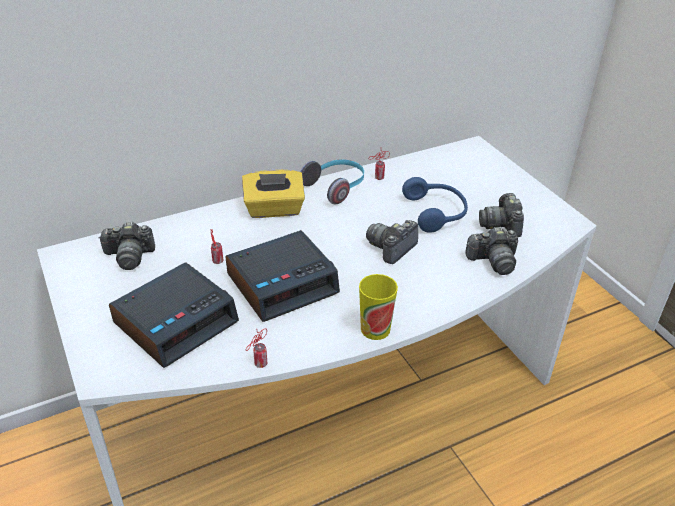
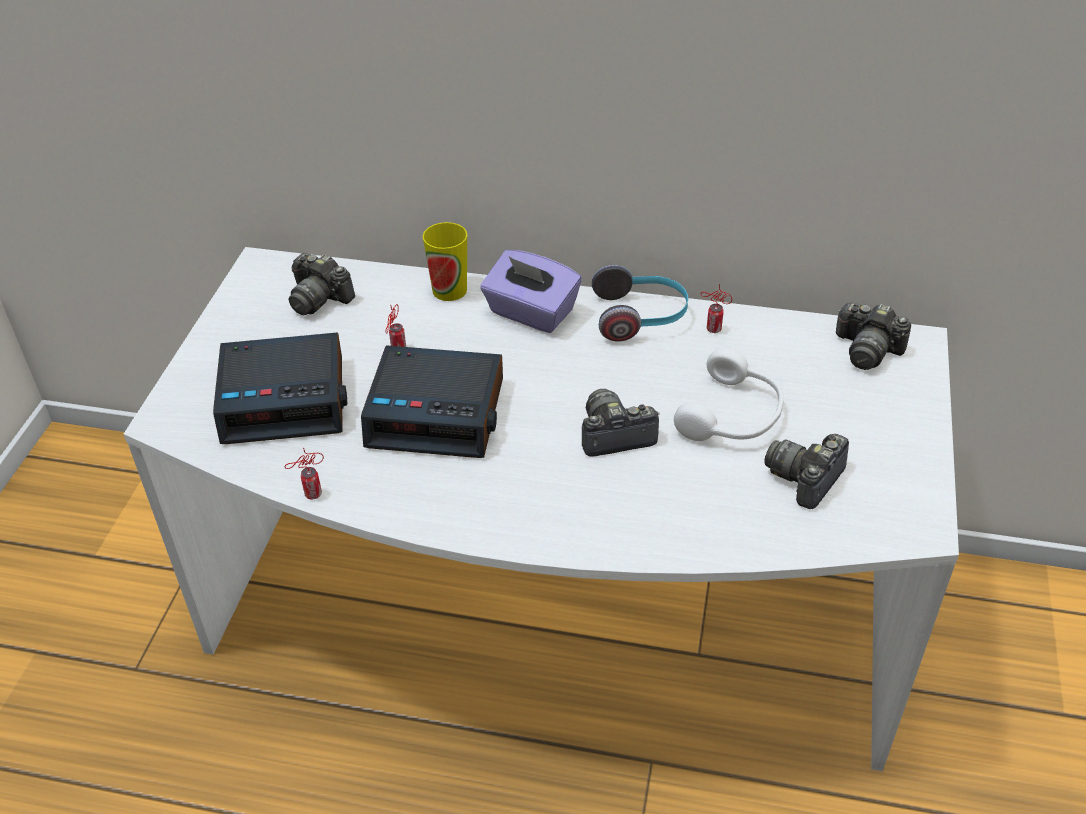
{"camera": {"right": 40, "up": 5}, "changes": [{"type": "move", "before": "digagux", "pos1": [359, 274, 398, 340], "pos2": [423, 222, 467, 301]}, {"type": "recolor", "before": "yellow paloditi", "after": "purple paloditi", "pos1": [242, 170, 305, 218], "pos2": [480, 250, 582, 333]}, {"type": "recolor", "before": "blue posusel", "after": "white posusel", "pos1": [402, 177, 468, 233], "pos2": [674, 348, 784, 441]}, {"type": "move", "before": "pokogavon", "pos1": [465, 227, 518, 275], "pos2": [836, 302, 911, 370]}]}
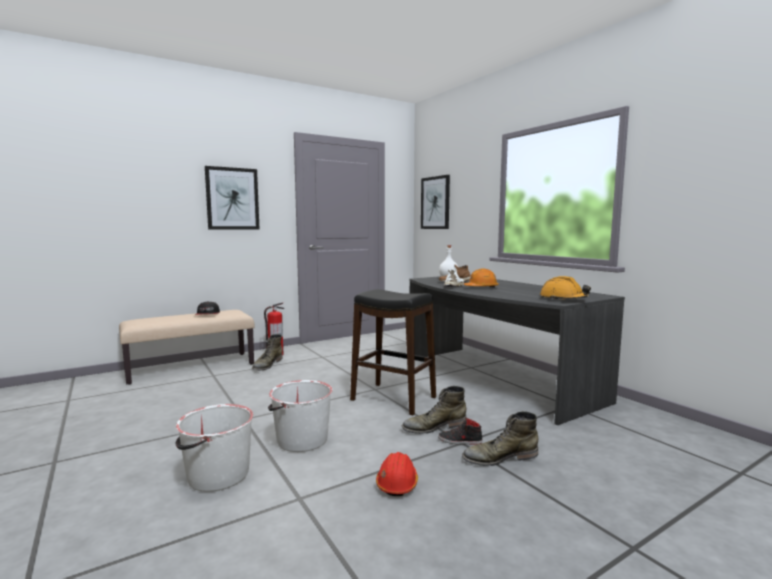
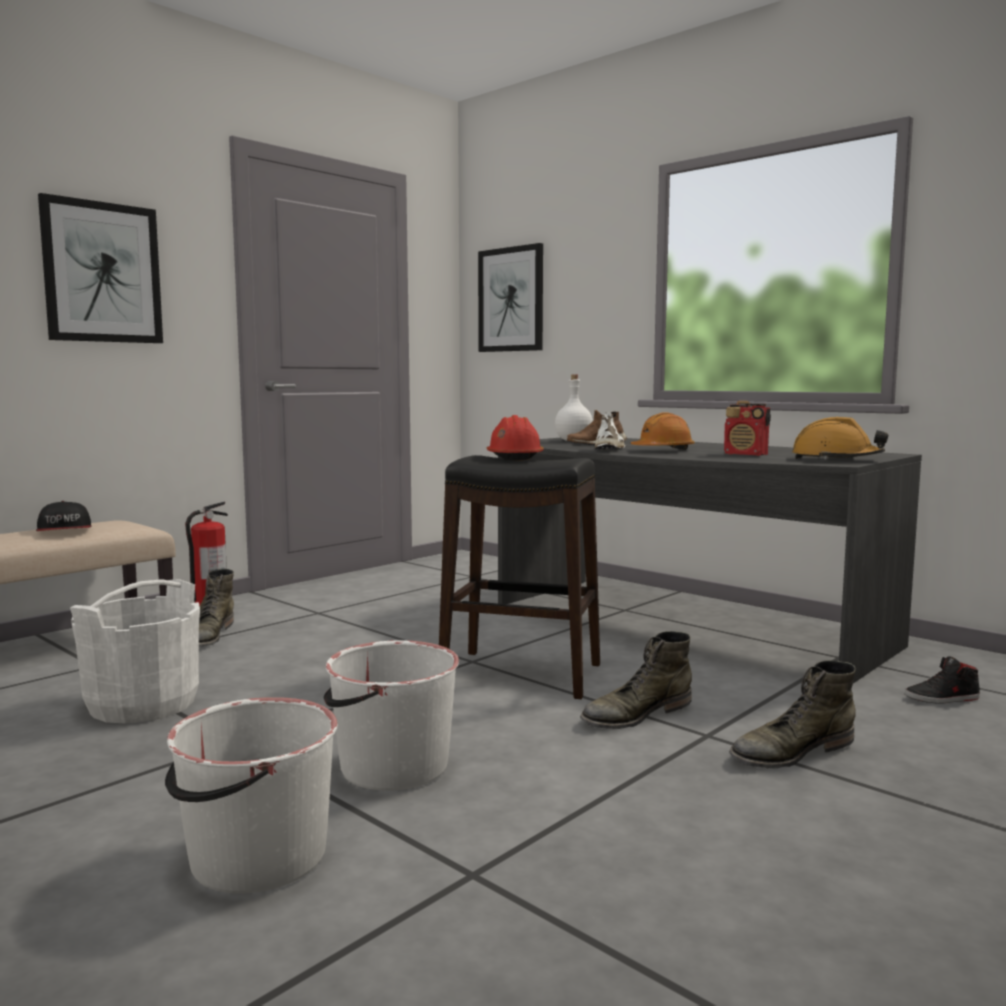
{"camera": {"right": -15, "up": 0}, "changes": [{"type": "insert", "after": "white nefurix", "pos2": [70, 579, 200, 724]}, {"type": "move", "before": "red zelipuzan", "pos1": [376, 452, 418, 496], "pos2": [486, 415, 544, 461]}, {"type": "insert", "after": "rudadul", "pos2": [724, 401, 771, 456]}, {"type": "move", "before": "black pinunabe", "pos1": [438, 417, 482, 445], "pos2": [905, 656, 980, 704]}]}
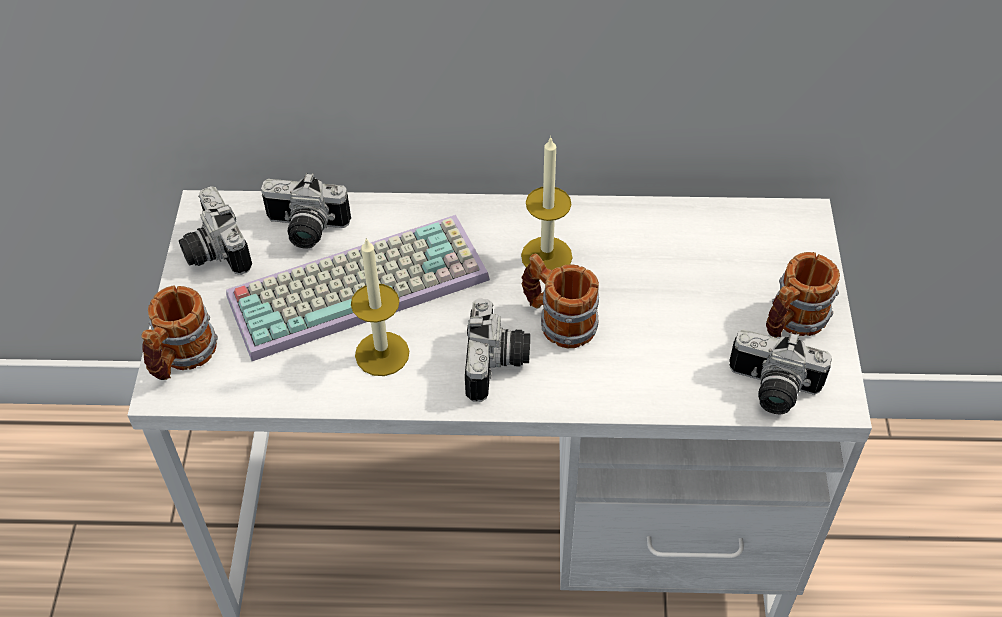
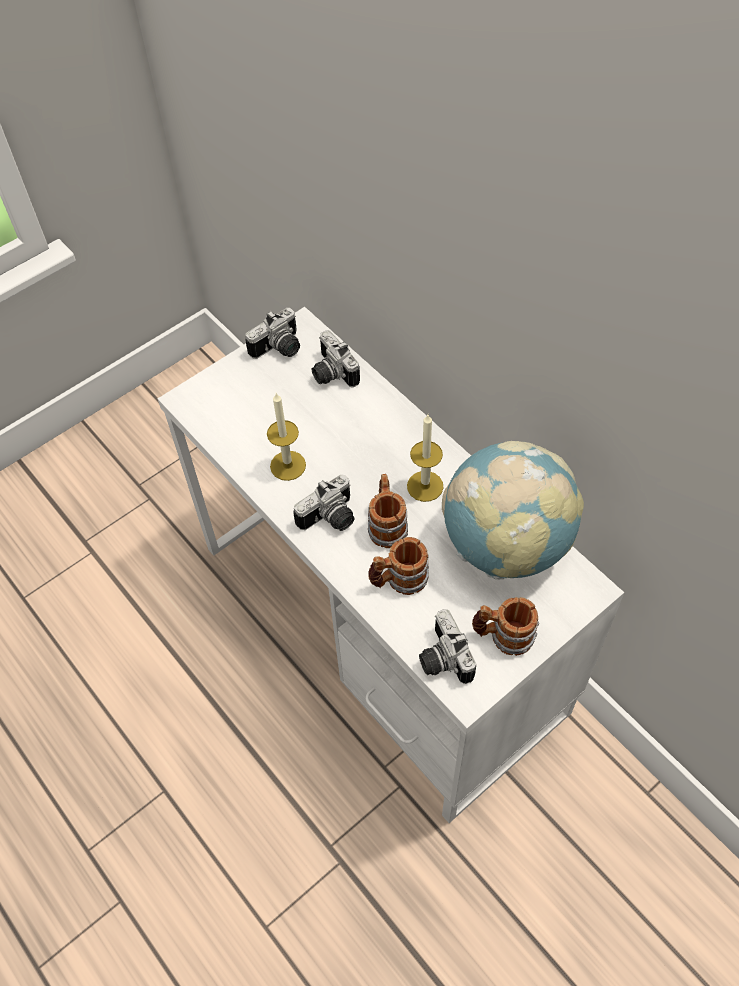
{"camera": {"right": 50, "up": 5}, "changes": [{"type": "rotate", "before": "pokogavon", "pos1": [179, 186, 252, 275], "pos2": [245, 308, 300, 359], "turn": -150}, {"type": "move", "before": "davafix", "pos1": [141, 285, 218, 380], "pos2": [368, 537, 429, 595]}, {"type": "insert", "after": "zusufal", "pos2": [442, 441, 584, 579]}, {"type": "delete", "before": "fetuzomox", "pos1": [226, 215, 490, 361]}]}
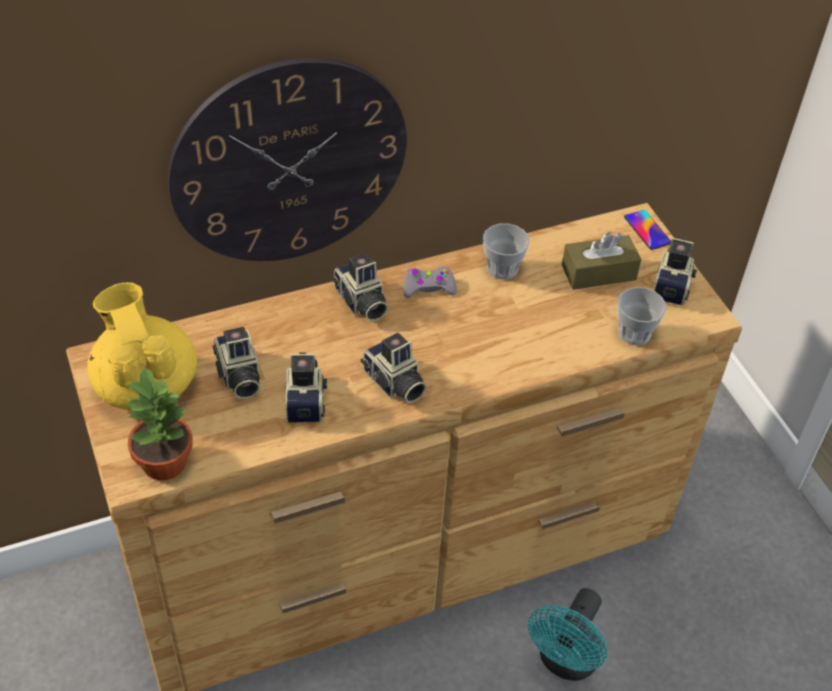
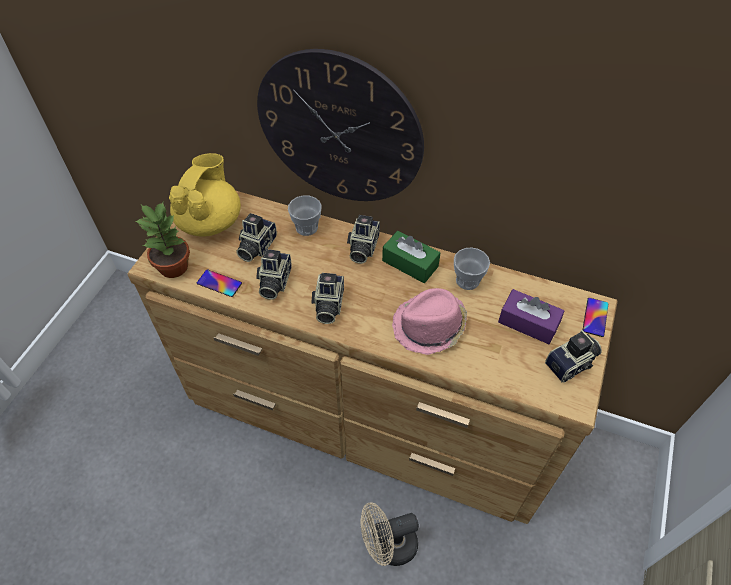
{"camera": {"right": 45, "up": 5}, "changes": [{"type": "insert", "after": "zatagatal", "pos2": [197, 269, 242, 297]}, {"type": "rotate", "before": "pokogavon", "pos1": [285, 352, 327, 423], "pos2": [256, 249, 292, 300], "turn": 150}, {"type": "move", "before": "digagux", "pos1": [617, 287, 667, 345], "pos2": [288, 196, 322, 236]}, {"type": "recolor", "before": "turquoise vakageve", "after": "beige vakageve", "pos1": [528, 588, 608, 681], "pos2": [360, 502, 419, 566]}, {"type": "replace", "before": "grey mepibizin", "after": "green paloditi", "pos1": [404, 267, 457, 298], "pos2": [382, 231, 440, 283]}, {"type": "insert", "after": "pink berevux", "pos2": [392, 288, 467, 355]}, {"type": "recolor", "before": "brown paloditi", "after": "purple paloditi", "pos1": [562, 232, 641, 290], "pos2": [498, 289, 564, 344]}]}
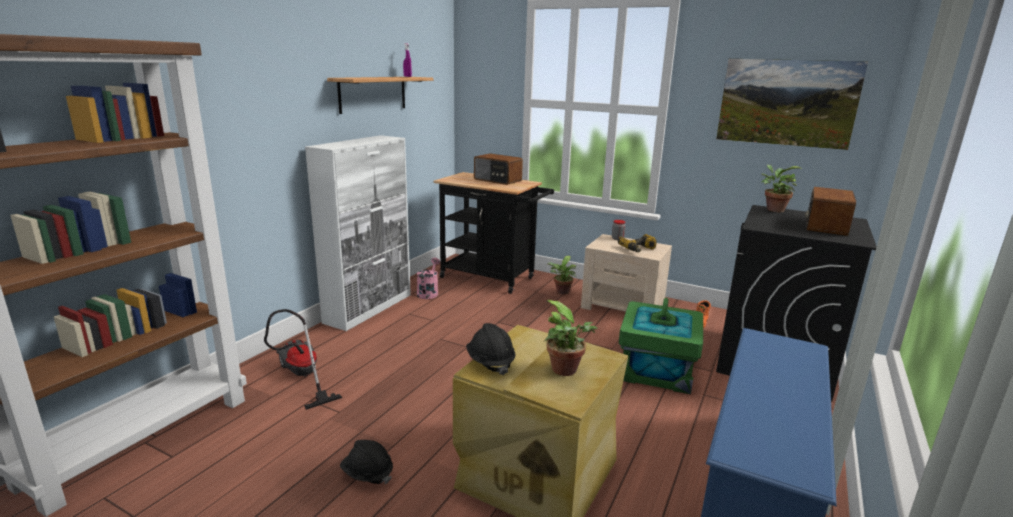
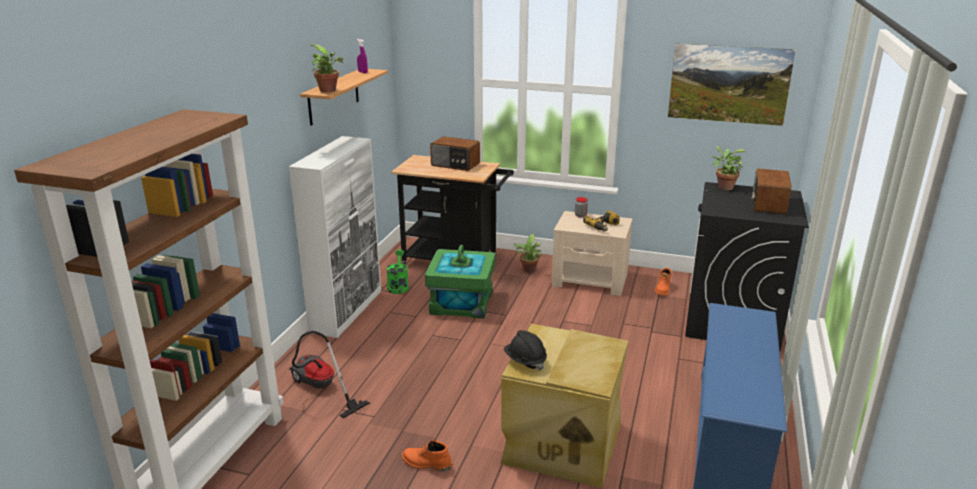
{"camera": {"right": -10, "up": 5}, "changes": [{"type": "move", "before": "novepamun", "pos1": [544, 300, 598, 376], "pos2": [310, 45, 343, 92]}, {"type": "recolor", "before": "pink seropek", "after": "green seropek", "pos1": [417, 258, 440, 299], "pos2": [387, 249, 409, 294]}, {"type": "replace", "before": "black zelipuzan", "after": "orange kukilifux", "pos1": [340, 440, 393, 484], "pos2": [402, 440, 452, 471]}, {"type": "move", "before": "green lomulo", "pos1": [619, 298, 703, 394], "pos2": [425, 245, 495, 319]}]}
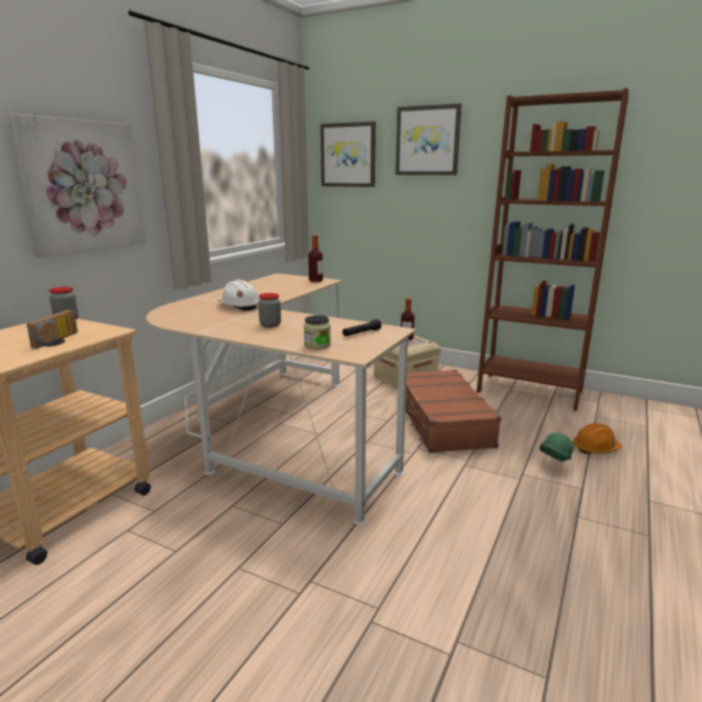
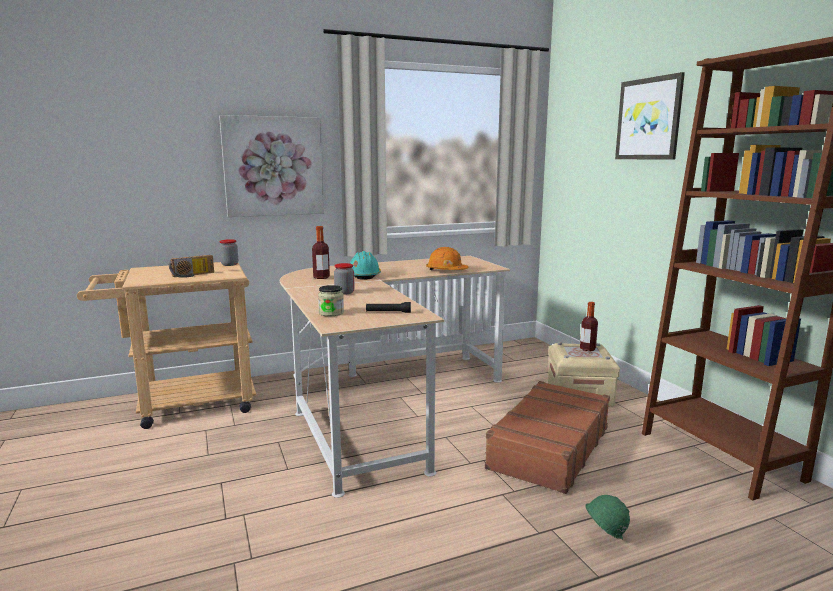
{"camera": {"right": 40, "up": -5}, "changes": [{"type": "move", "before": "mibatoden", "pos1": [308, 235, 323, 282], "pos2": [312, 226, 330, 279]}, {"type": "recolor", "before": "white zelipuzan", "after": "turquoise zelipuzan", "pos1": [217, 279, 260, 311], "pos2": [350, 251, 381, 280]}, {"type": "move", "before": "orange zelipuzan", "pos1": [573, 423, 622, 454], "pos2": [426, 247, 469, 270]}, {"type": "delete", "before": "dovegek", "pos1": [320, 121, 376, 187]}]}
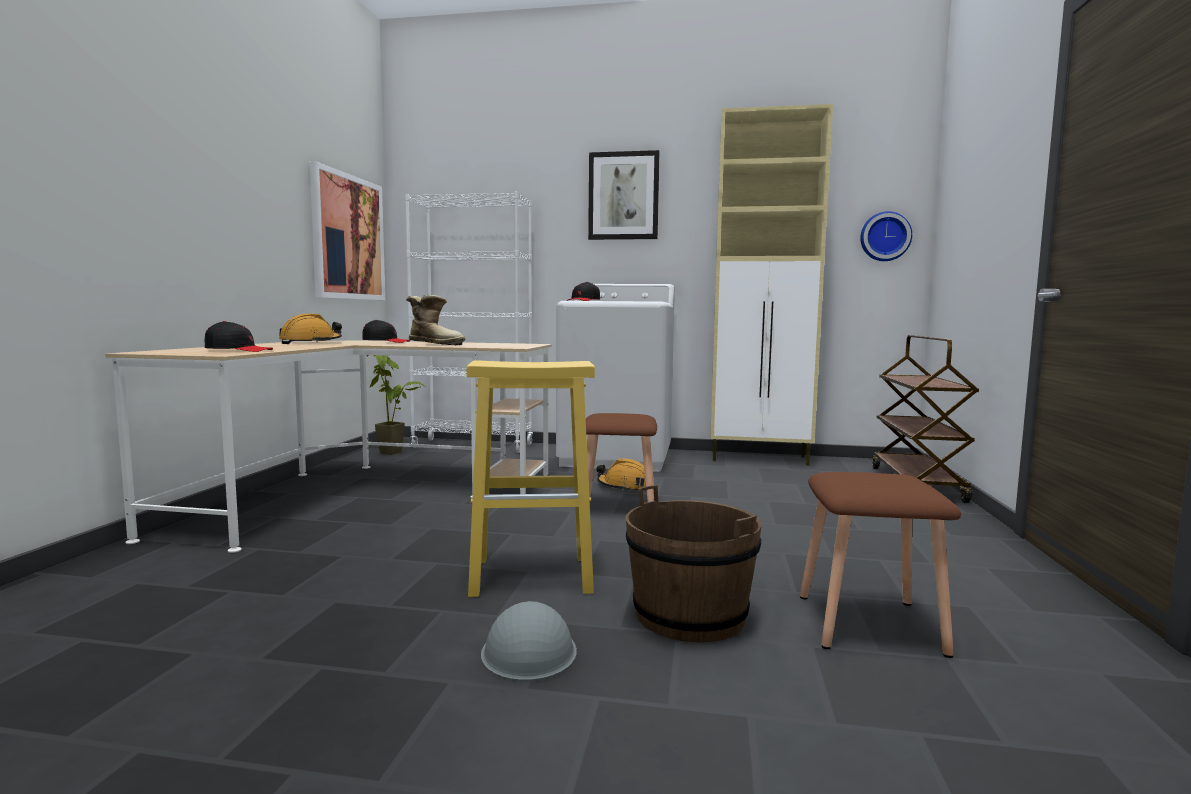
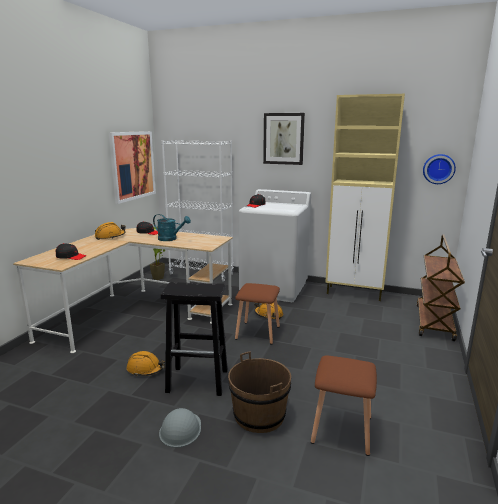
{"camera": {"right": 10, "up": 10}, "changes": [{"type": "insert", "after": "orange zelipuzan", "pos2": [127, 351, 165, 377]}, {"type": "replace", "before": "kukilifux", "after": "turquoise seropek", "pos1": [406, 295, 465, 345], "pos2": [153, 214, 191, 241]}, {"type": "recolor", "before": "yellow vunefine", "after": "black vunefine", "pos1": [467, 360, 595, 597], "pos2": [161, 282, 228, 396]}]}
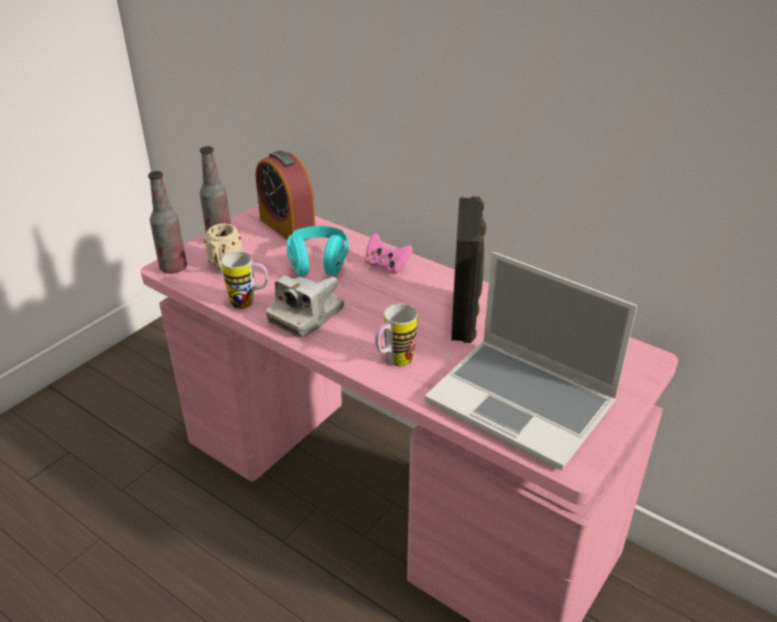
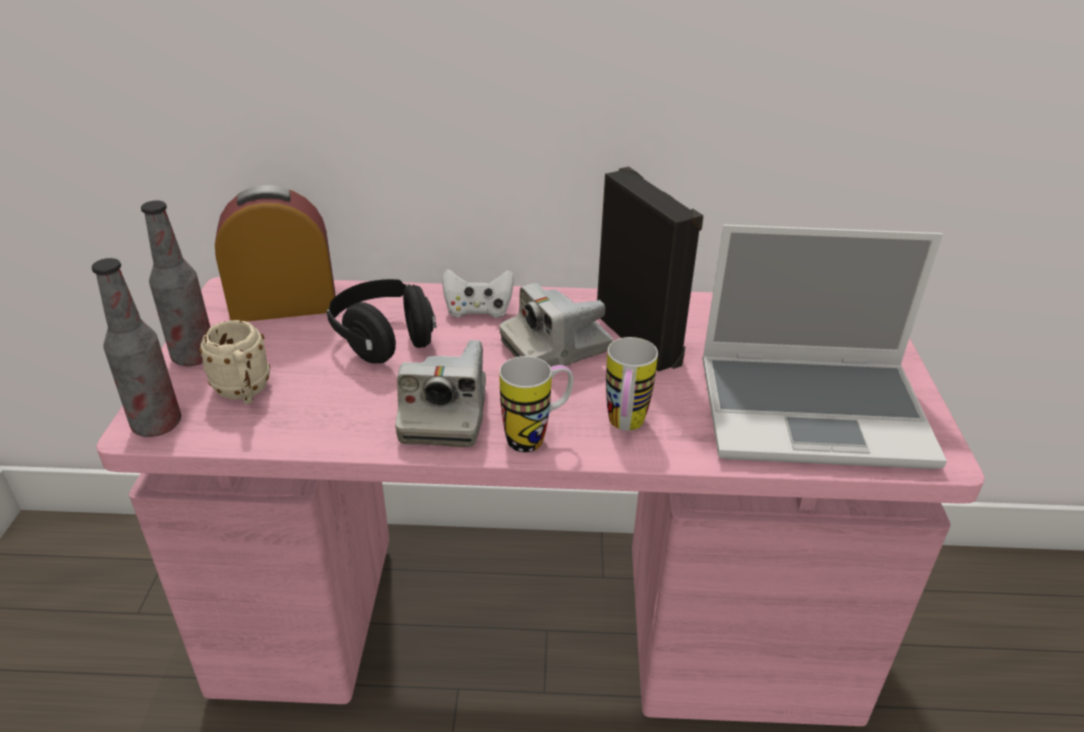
{"camera": {"right": -35, "up": 0}, "changes": [{"type": "rotate", "before": "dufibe", "pos1": [256, 151, 315, 241], "pos2": [215, 185, 336, 322], "turn": 150}, {"type": "recolor", "before": "turquoise posusel", "after": "black posusel", "pos1": [287, 226, 349, 276], "pos2": [327, 279, 437, 364]}, {"type": "recolor", "before": "pink mepibizin", "after": "white mepibizin", "pos1": [365, 233, 413, 274], "pos2": [442, 269, 514, 318]}, {"type": "insert", "after": "pokogavon", "pos2": [499, 283, 613, 367]}, {"type": "move", "before": "davafix", "pos1": [221, 251, 268, 309], "pos2": [499, 356, 573, 452]}]}
